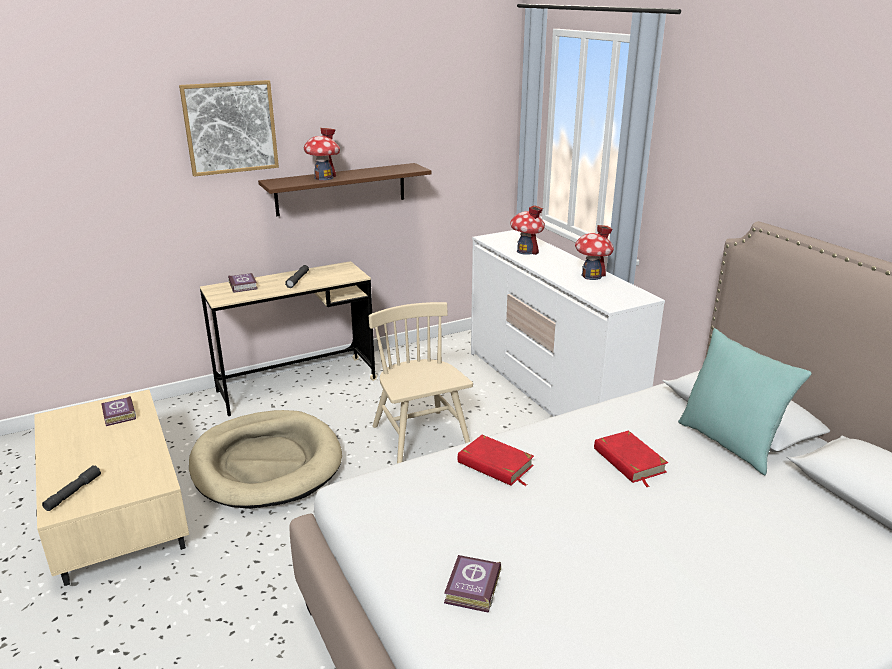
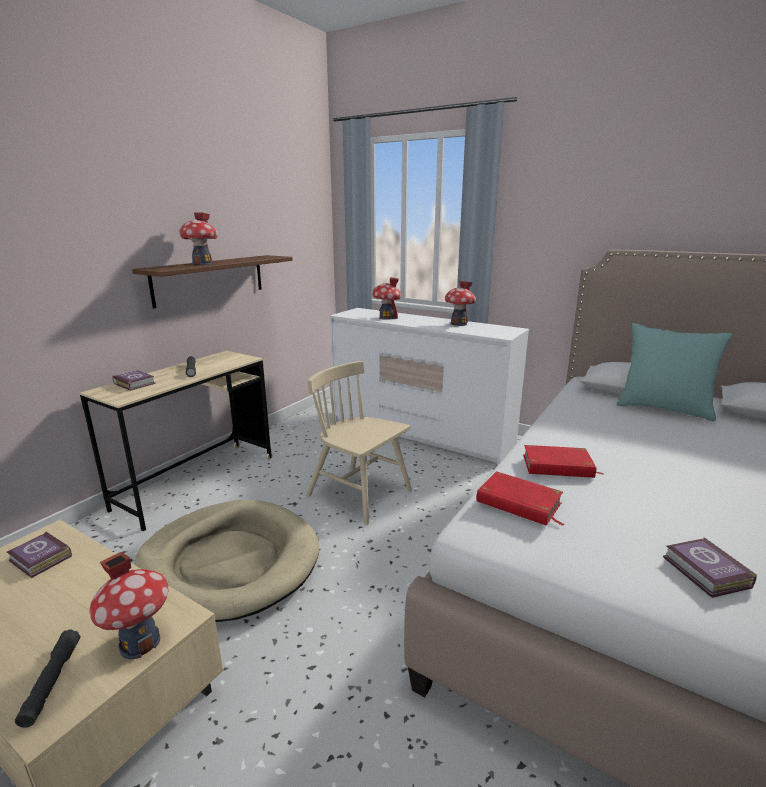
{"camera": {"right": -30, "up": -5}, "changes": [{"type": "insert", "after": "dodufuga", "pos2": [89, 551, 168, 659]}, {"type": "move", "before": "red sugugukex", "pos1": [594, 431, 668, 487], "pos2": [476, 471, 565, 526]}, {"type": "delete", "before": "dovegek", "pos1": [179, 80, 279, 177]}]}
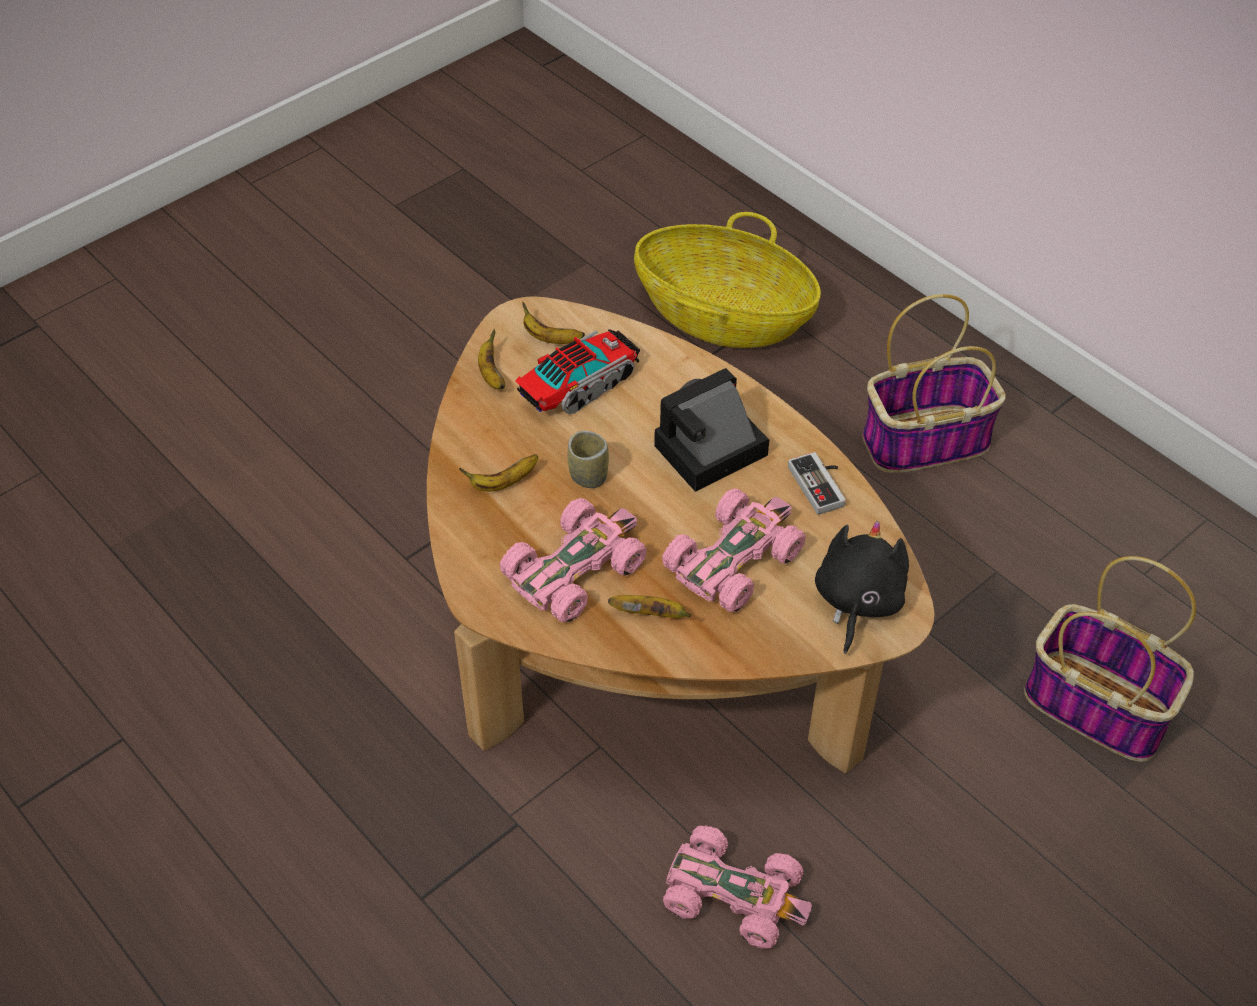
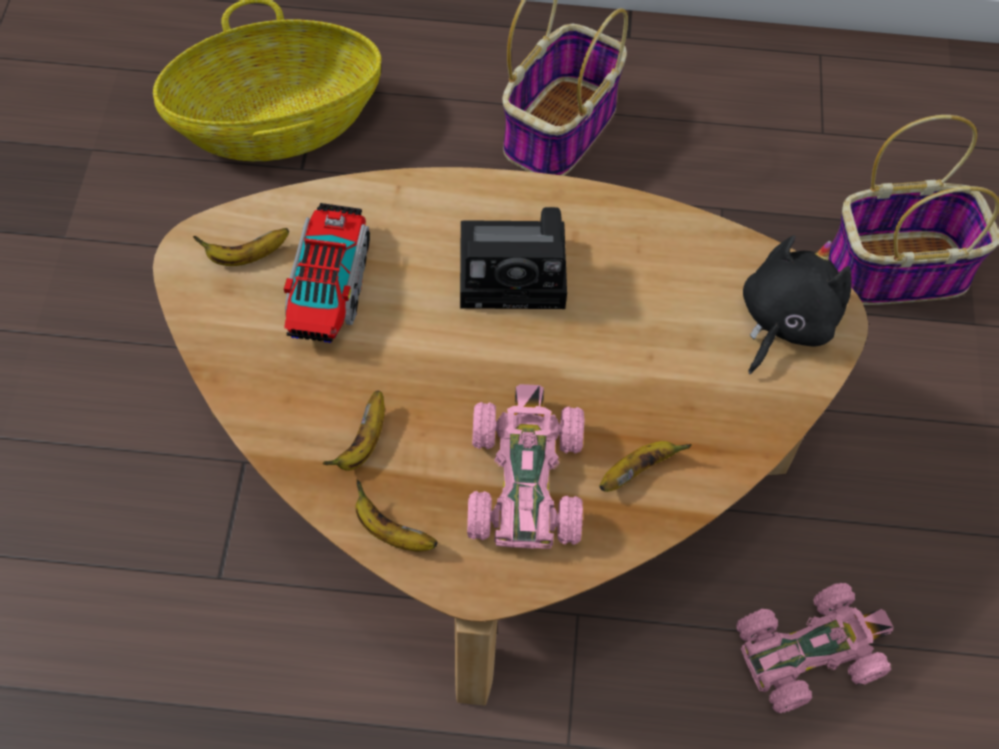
{"camera": {"right": -45, "up": 10}, "changes": [{"type": "move", "before": "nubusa", "pos1": [478, 329, 505, 390], "pos2": [355, 479, 438, 551]}, {"type": "rotate", "before": "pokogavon", "pos1": [654, 368, 769, 492], "pos2": [460, 207, 567, 309], "turn": -105}, {"type": "rotate", "before": "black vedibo", "pos1": [815, 521, 909, 654], "pos2": [743, 235, 852, 374], "turn": 60}, {"type": "delete", "before": "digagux", "pos1": [568, 431, 609, 488]}, {"type": "delete", "before": "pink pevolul", "pos1": [662, 488, 806, 612]}, {"type": "delete", "before": "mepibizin", "pos1": [788, 452, 846, 515]}]}
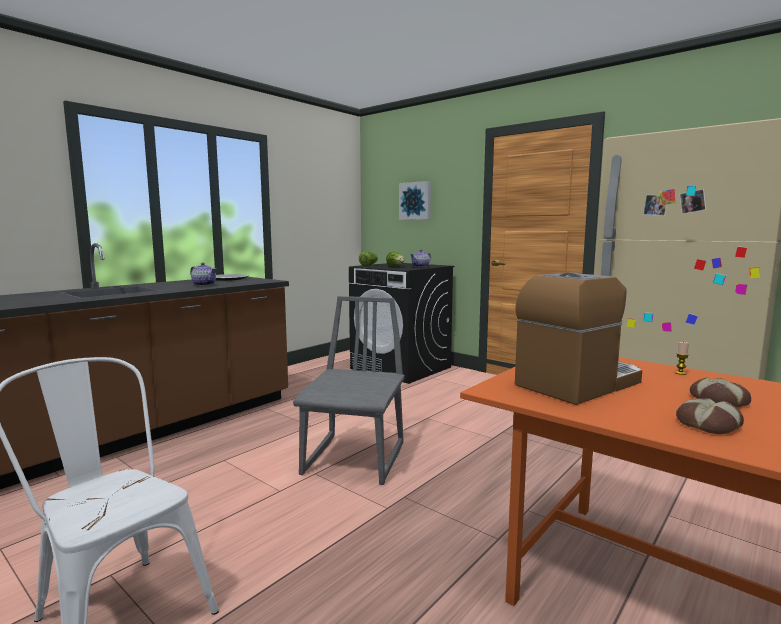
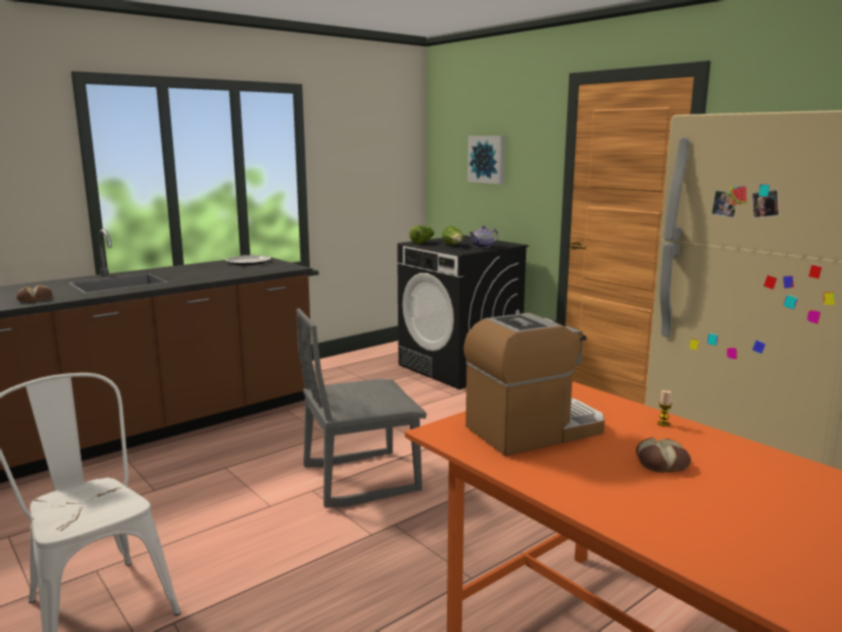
{"camera": {"right": 10, "up": 5}, "changes": [{"type": "move", "before": "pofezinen", "pos1": [676, 398, 744, 434], "pos2": [17, 285, 52, 302]}, {"type": "rotate", "before": "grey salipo", "pos1": [293, 296, 405, 485], "pos2": [296, 308, 427, 508], "turn": -135}, {"type": "delete", "before": "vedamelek", "pos1": [190, 263, 216, 286]}]}
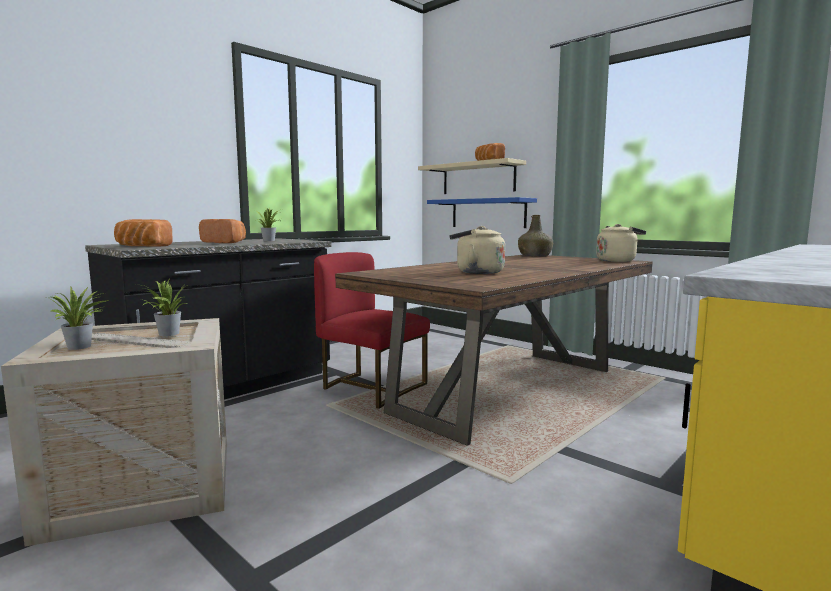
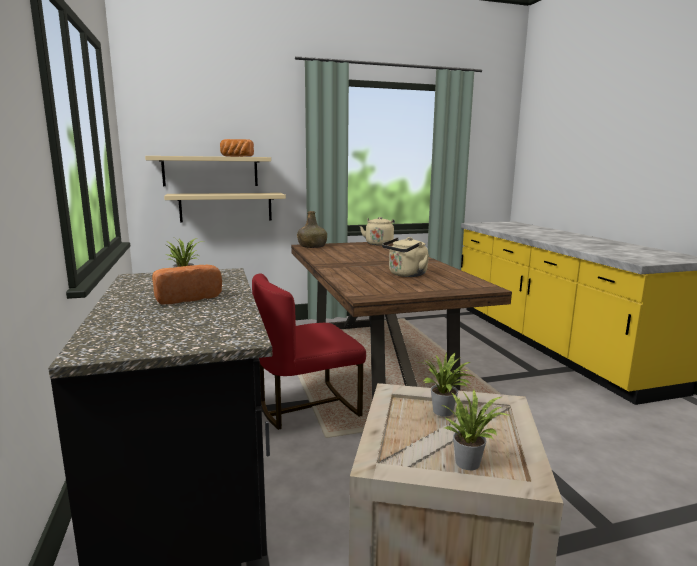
{"camera": {"right": -60, "up": 5}, "changes": [{"type": "recolor", "before": "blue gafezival", "after": "beige gafezival", "pos1": [427, 197, 537, 228], "pos2": [164, 193, 286, 223]}, {"type": "delete", "before": "pofezinen", "pos1": [114, 219, 172, 247]}]}
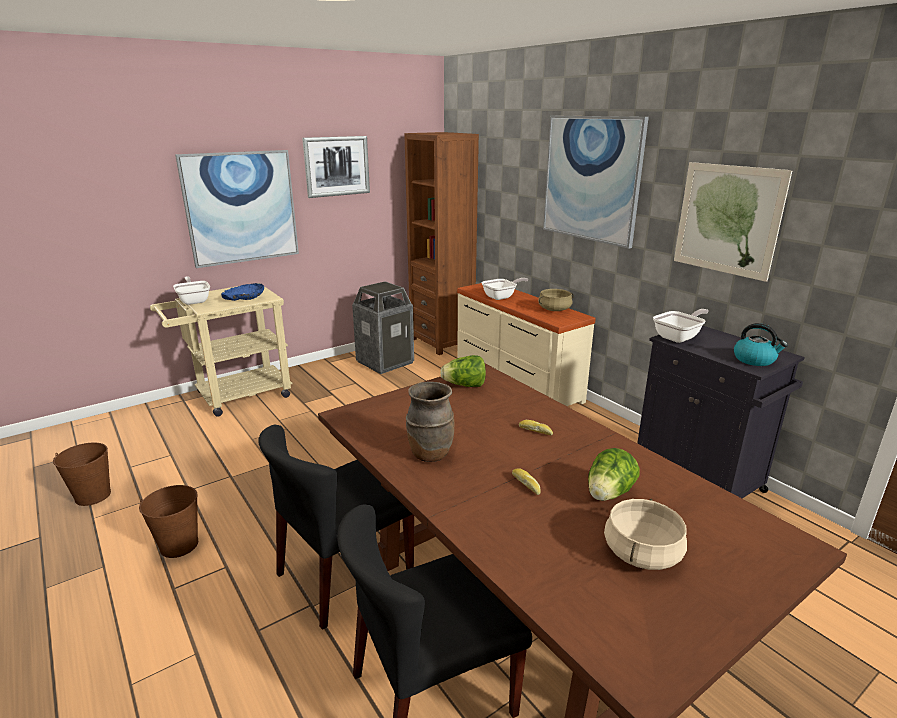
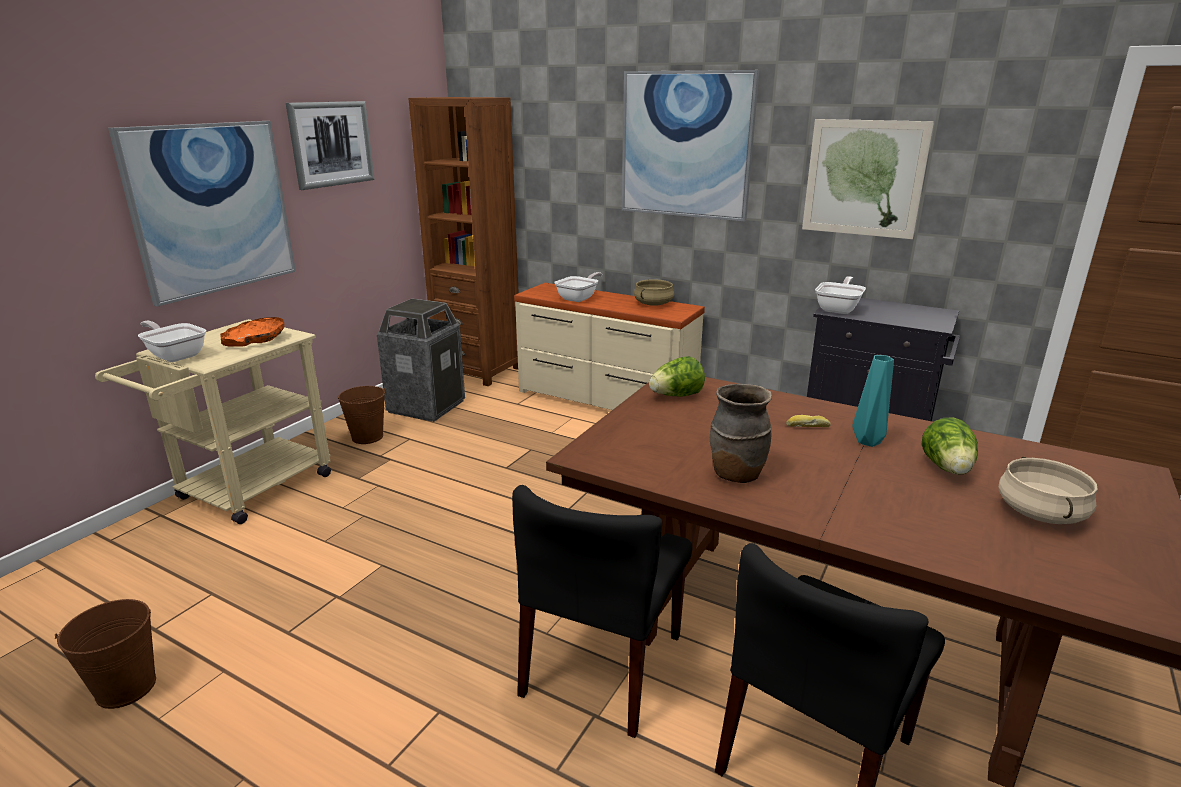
{"camera": {"right": -25, "up": 0}, "changes": [{"type": "recolor", "before": "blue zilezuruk", "after": "orange zilezuruk", "pos1": [221, 283, 264, 301], "pos2": [220, 317, 285, 347]}, {"type": "move", "before": "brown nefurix", "pos1": [139, 485, 198, 558], "pos2": [337, 386, 385, 444]}, {"type": "insert", "after": "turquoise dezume", "pos2": [852, 355, 894, 447]}, {"type": "delete", "before": "pofezinen", "pos1": [512, 468, 540, 495]}, {"type": "delete", "before": "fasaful", "pos1": [734, 323, 788, 366]}]}
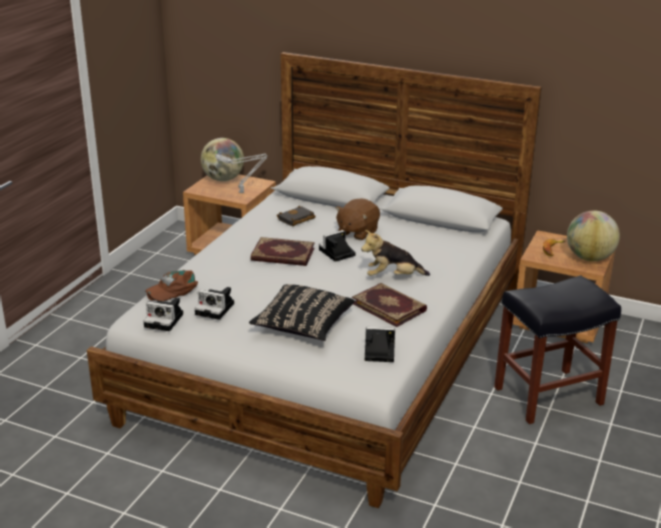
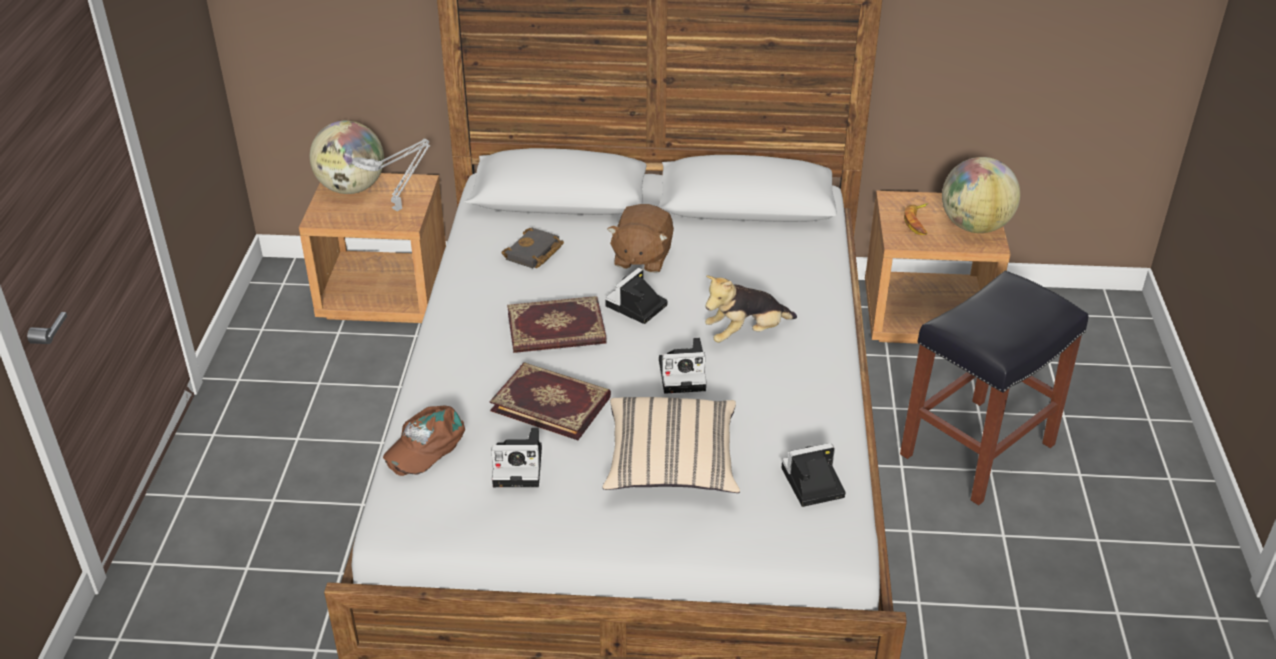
{"camera": {"right": -20, "up": 10}, "changes": [{"type": "move", "before": "sugugukex", "pos1": [352, 283, 427, 327], "pos2": [489, 362, 611, 440]}, {"type": "recolor", "before": "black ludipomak", "after": "beige ludipomak", "pos1": [249, 284, 355, 341], "pos2": [603, 397, 740, 493]}, {"type": "move", "before": "pokogavon", "pos1": [143, 298, 183, 331], "pos2": [659, 338, 707, 394]}]}
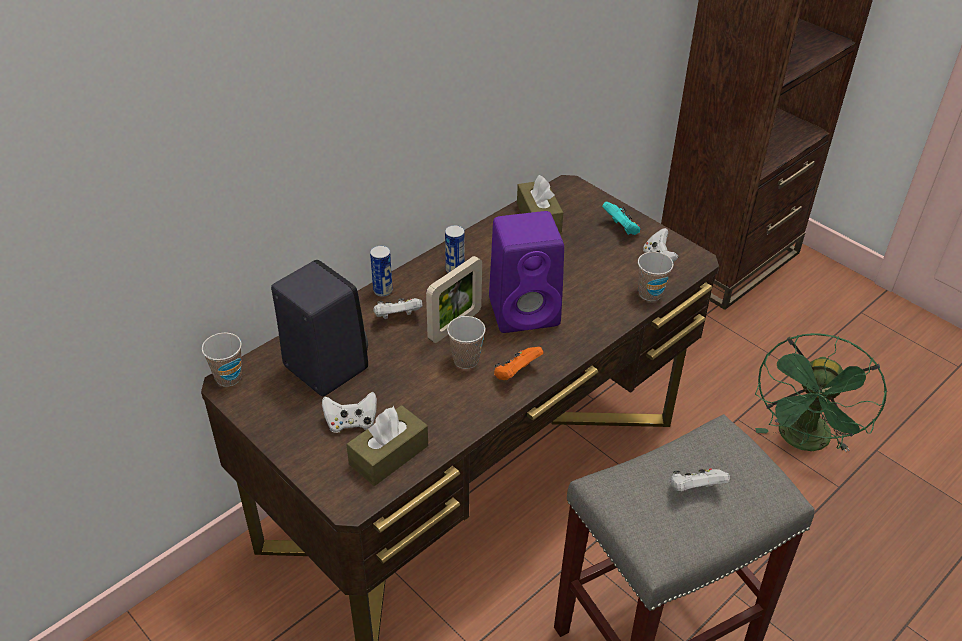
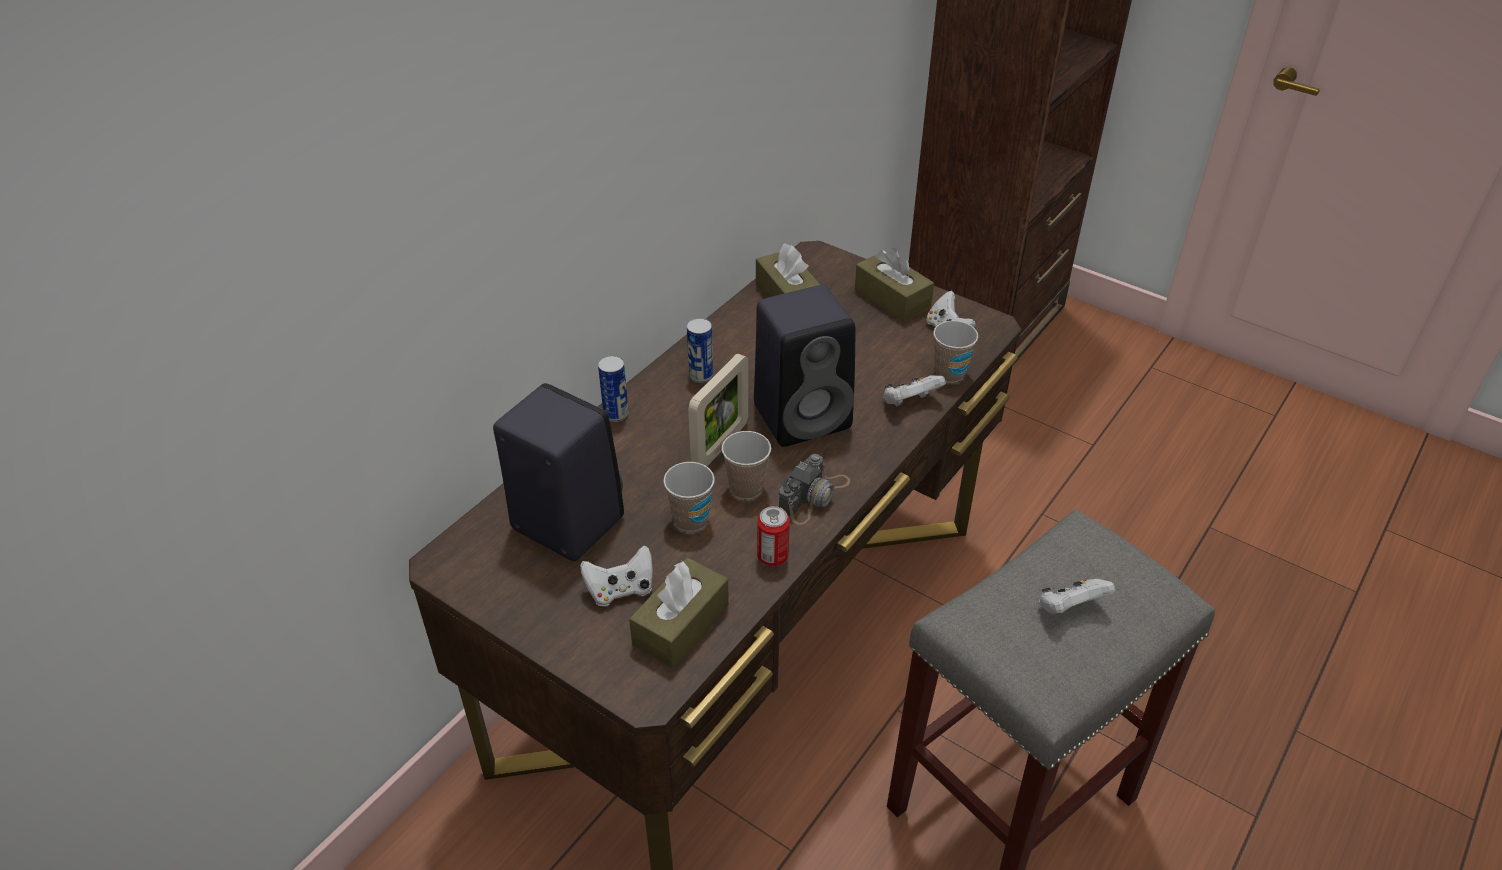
{"camera": {"right": -10, "up": 0}, "changes": [{"type": "move", "before": "digagux", "pos1": [201, 333, 242, 387], "pos2": [663, 462, 715, 532]}, {"type": "recolor", "before": "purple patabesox", "after": "black patabesox", "pos1": [489, 211, 564, 333], "pos2": [754, 285, 856, 447]}, {"type": "insert", "after": "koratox", "pos2": [757, 506, 790, 566]}, {"type": "replace", "before": "orange mepibizin", "after": "pokogavon", "pos1": [494, 347, 543, 380], "pos2": [779, 454, 850, 525]}, {"type": "replace", "before": "turquoise mepibizin", "after": "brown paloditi", "pos1": [602, 201, 640, 235], "pos2": [855, 248, 934, 323]}, {"type": "move", "before": "white mepibizin", "pos1": [373, 298, 422, 319], "pos2": [883, 376, 946, 407]}, {"type": "delete", "before": "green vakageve", "pos1": [755, 333, 887, 452]}]}
